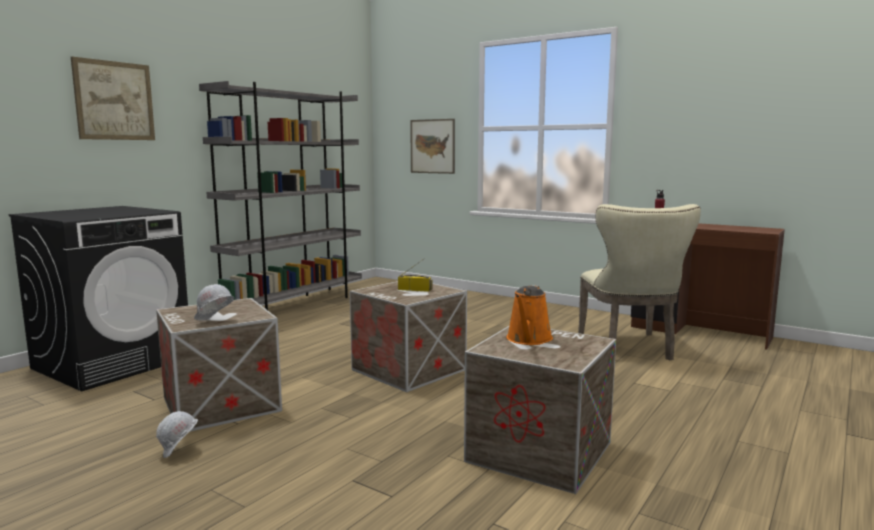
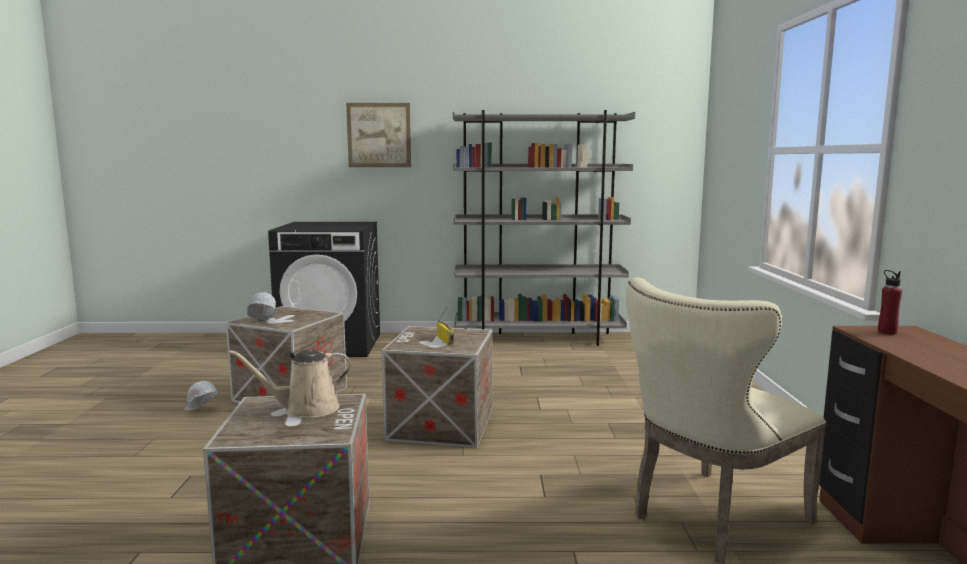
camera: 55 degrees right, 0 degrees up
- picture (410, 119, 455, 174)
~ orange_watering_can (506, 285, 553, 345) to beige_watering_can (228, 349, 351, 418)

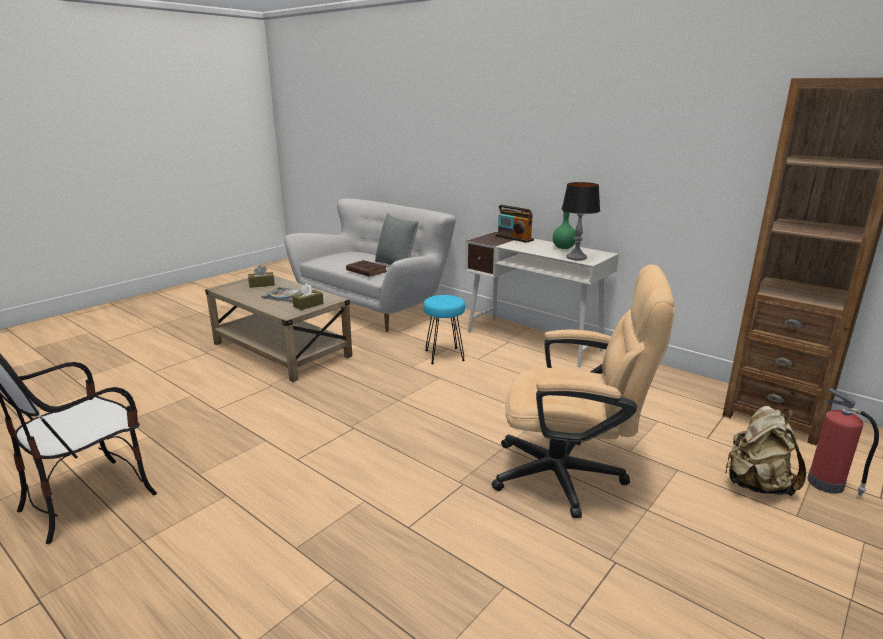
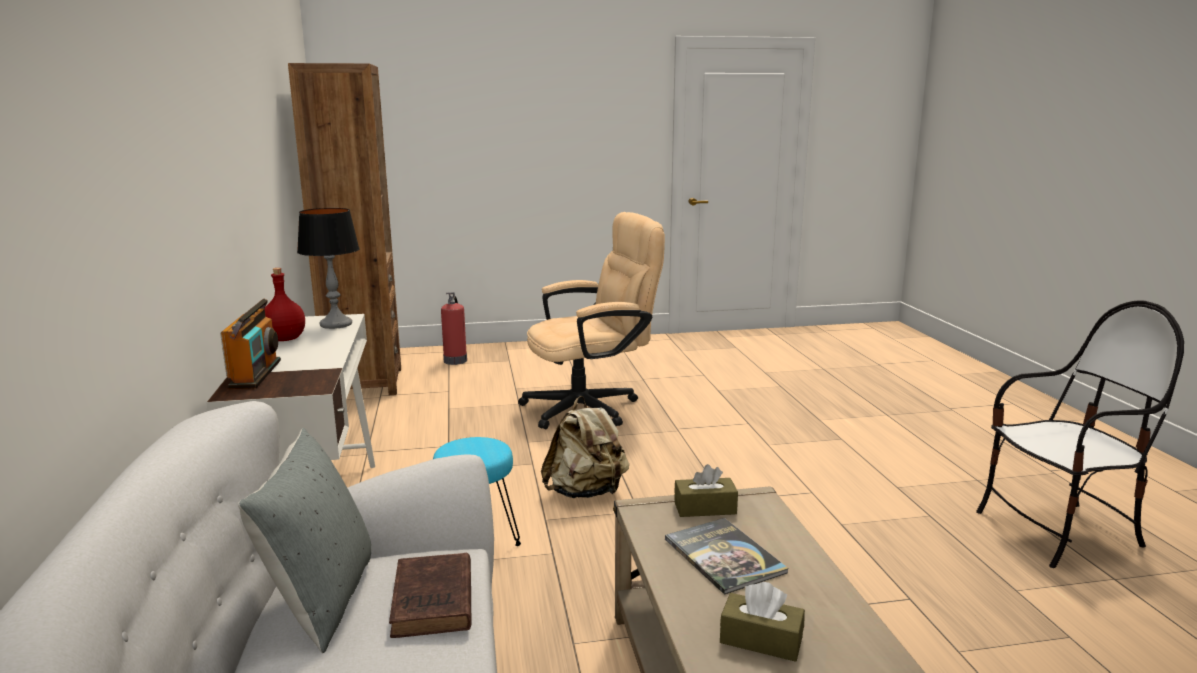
camera: 140 degrees left, 5 degrees down
~ green_bottle (553, 211, 576, 249) to red_bottle (264, 268, 305, 341)
~ beige_office_chair (491, 264, 675, 518) = (518, 212, 665, 429) 105 degrees clockwise
~ beige_backpack (725, 406, 806, 496) to (541, 396, 629, 498)

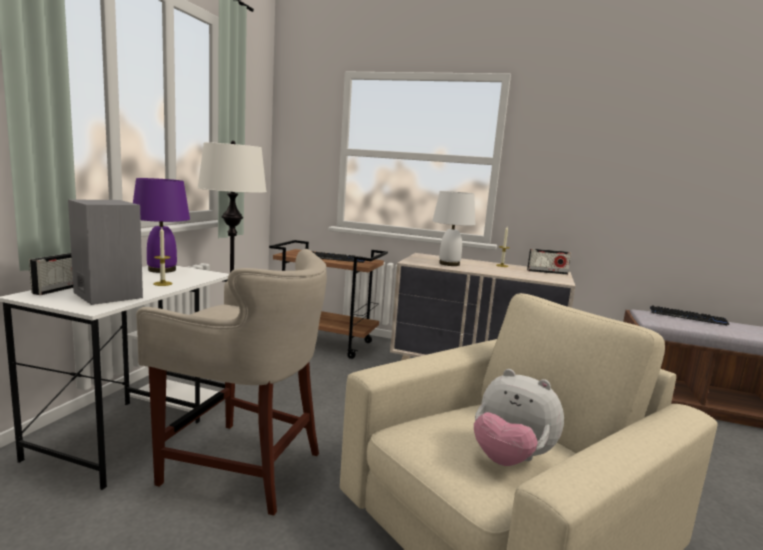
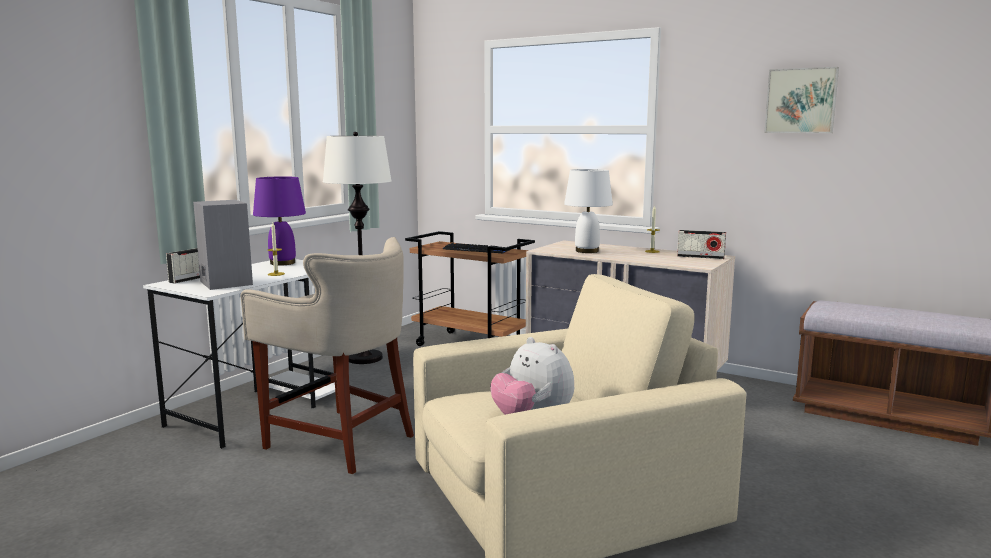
camera: 15 degrees right, 0 degrees up
- keyboard (650, 305, 729, 325)
+ picture (764, 67, 839, 133)

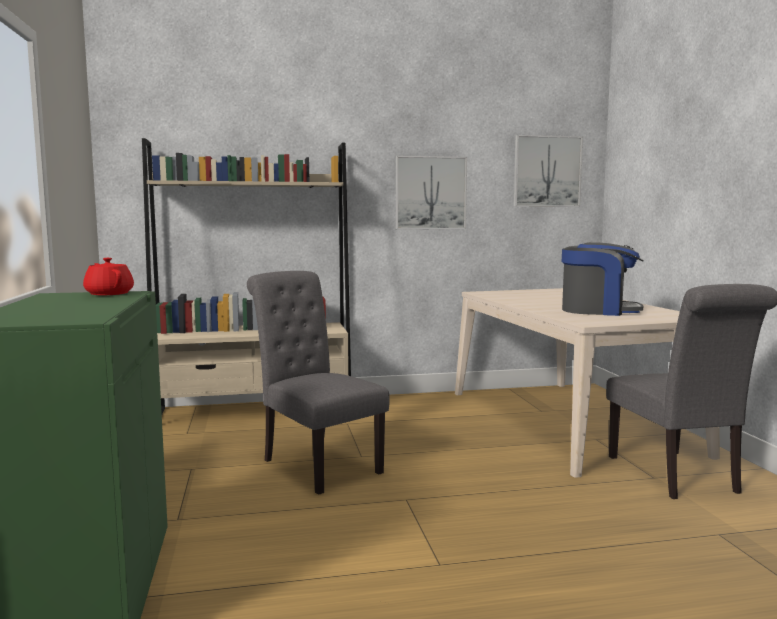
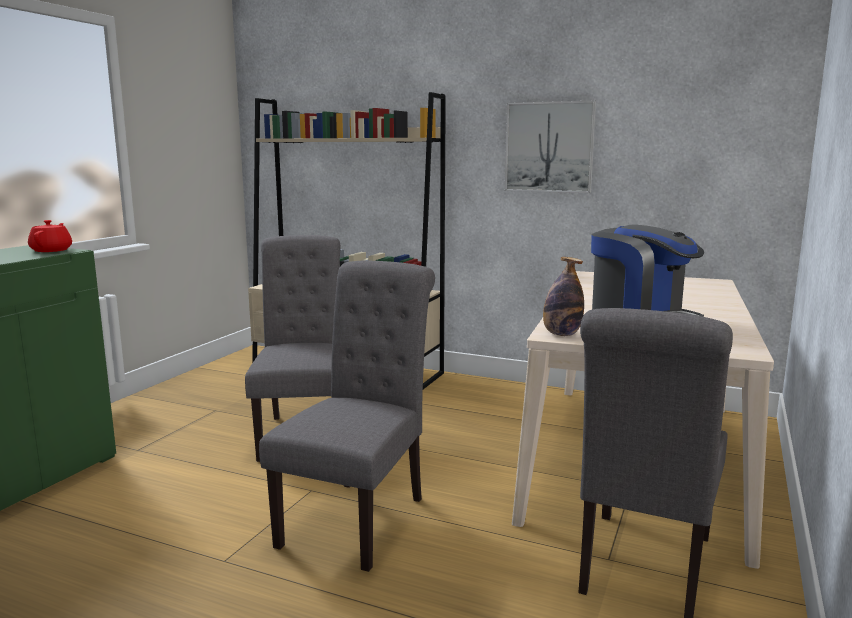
camera: 35 degrees right, 5 degrees up
- picture (514, 135, 583, 207)
+ bottle (543, 257, 584, 336)
+ grey_chair (259, 261, 435, 572)

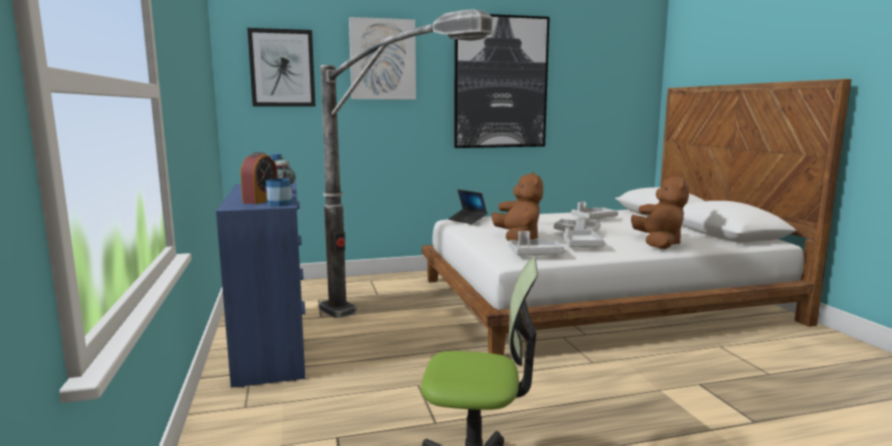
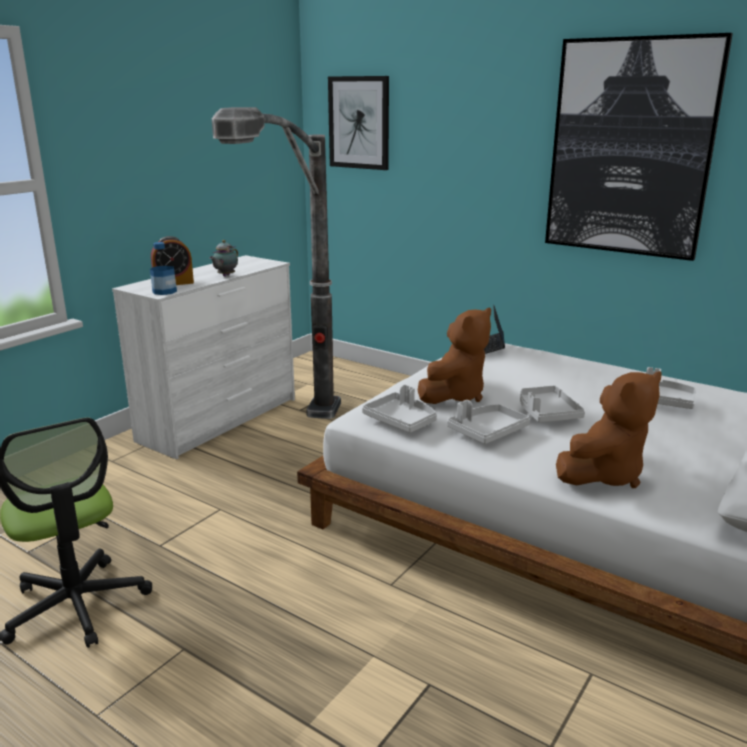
camera: 50 degrees right, 10 degrees up
- picture (349, 17, 416, 99)
~ blue_dresser (216, 182, 305, 388) to white_dresser (112, 255, 295, 460)

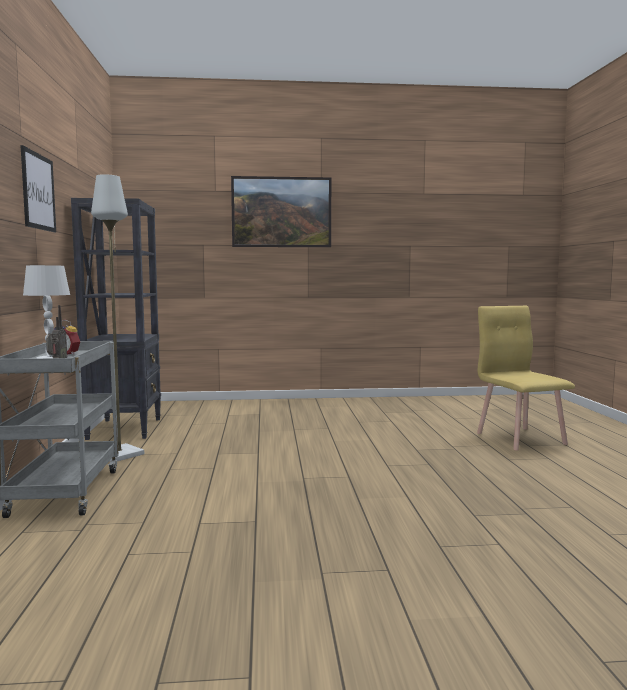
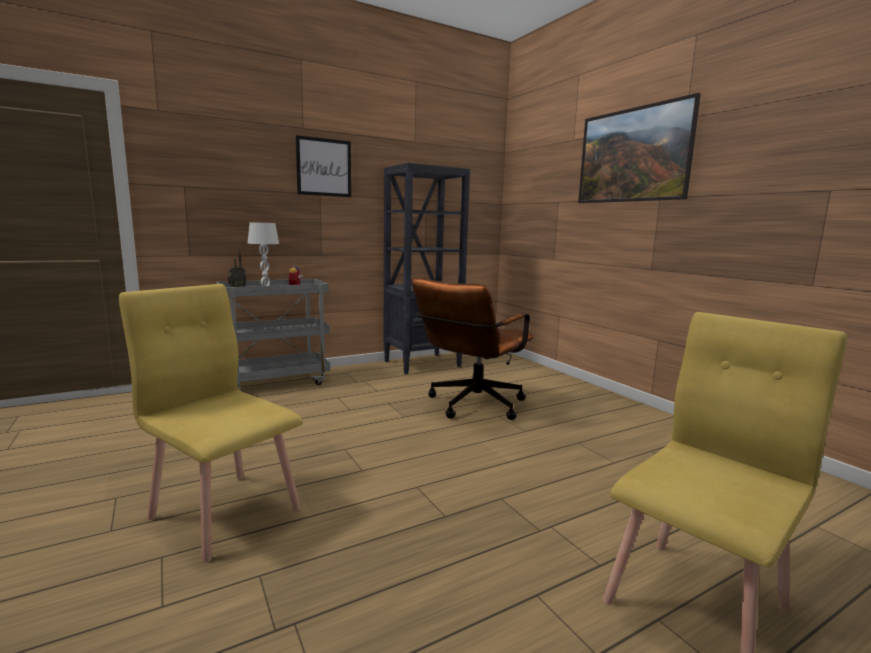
camera: 65 degrees right, 5 degrees up
- grey_floor_lamp (91, 174, 144, 462)
+ brown_office_chair (412, 278, 534, 420)
+ yellow_chair (119, 284, 303, 563)

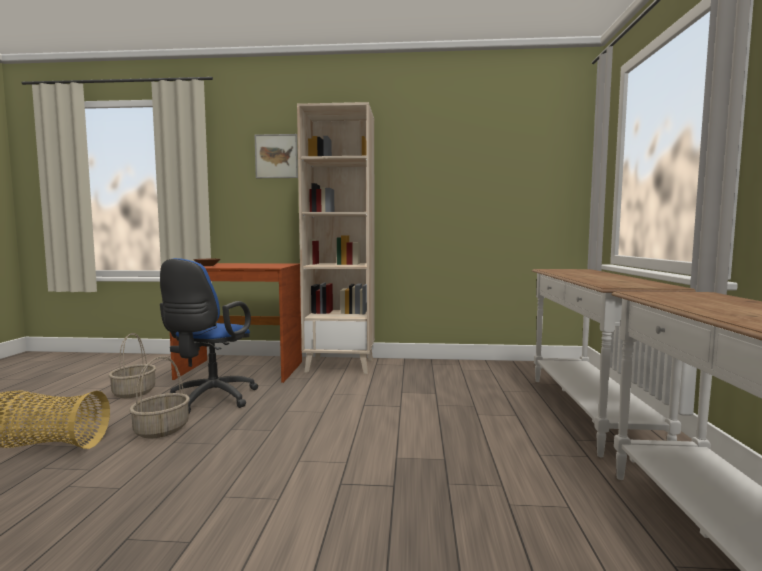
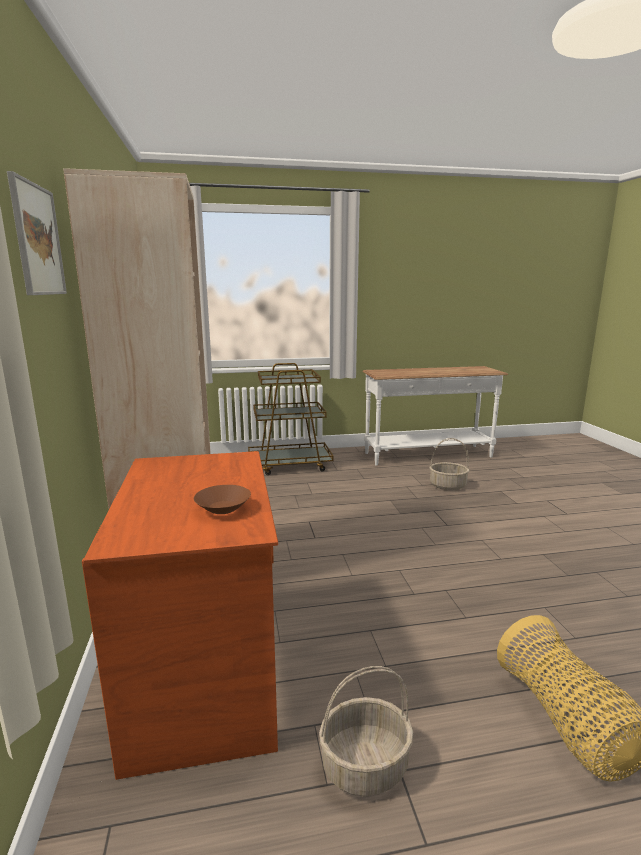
camera: 105 degrees left, 10 degrees up
- blue_office_chair (160, 258, 258, 414)
~ white_console_table (532, 269, 696, 457) to brown_cart (248, 363, 334, 475)
~ basket (129, 356, 190, 439) to (430, 438, 469, 490)

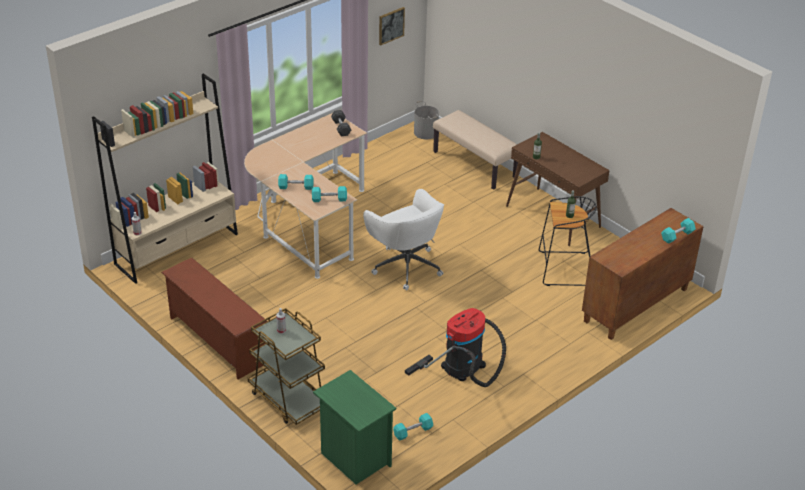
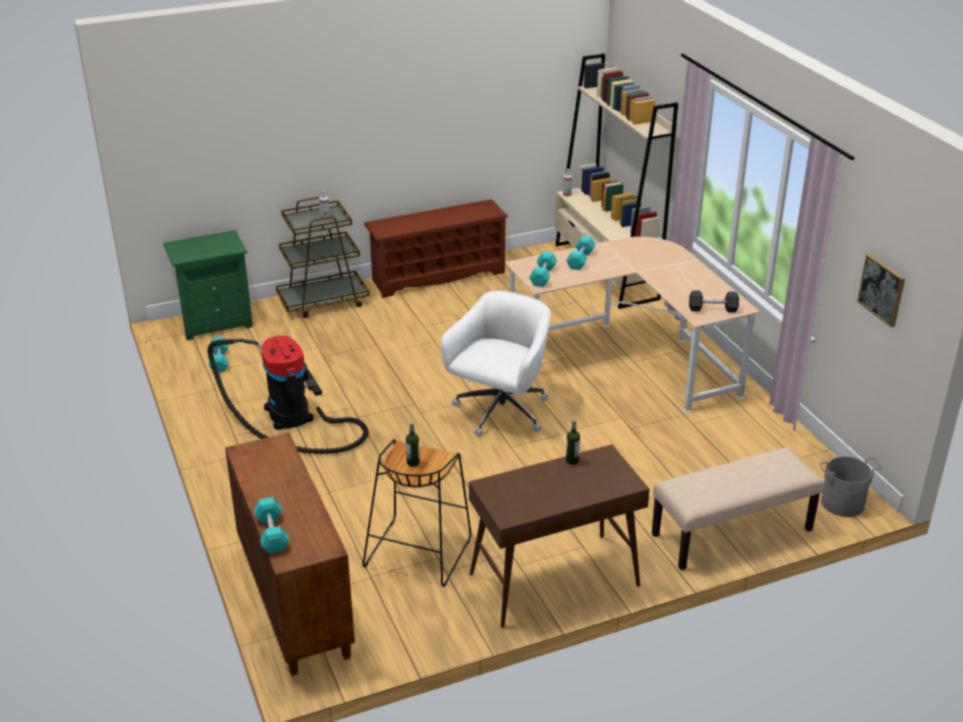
camera: 110 degrees right, 5 degrees down
~ white_office_chair (363, 189, 444, 291) = (441, 291, 550, 437) 135 degrees clockwise

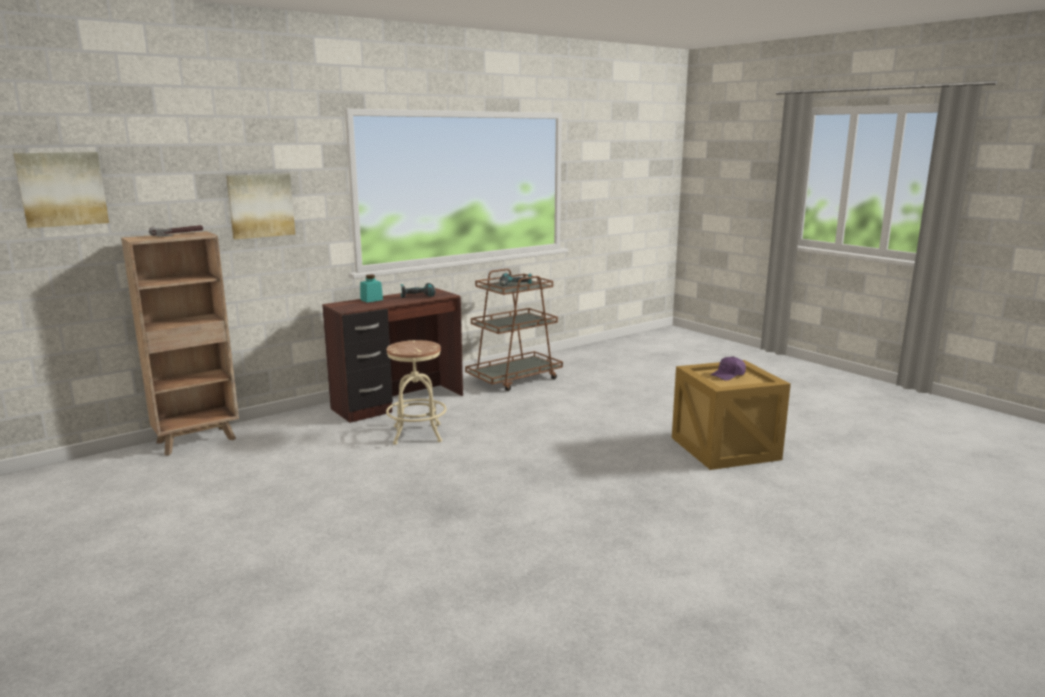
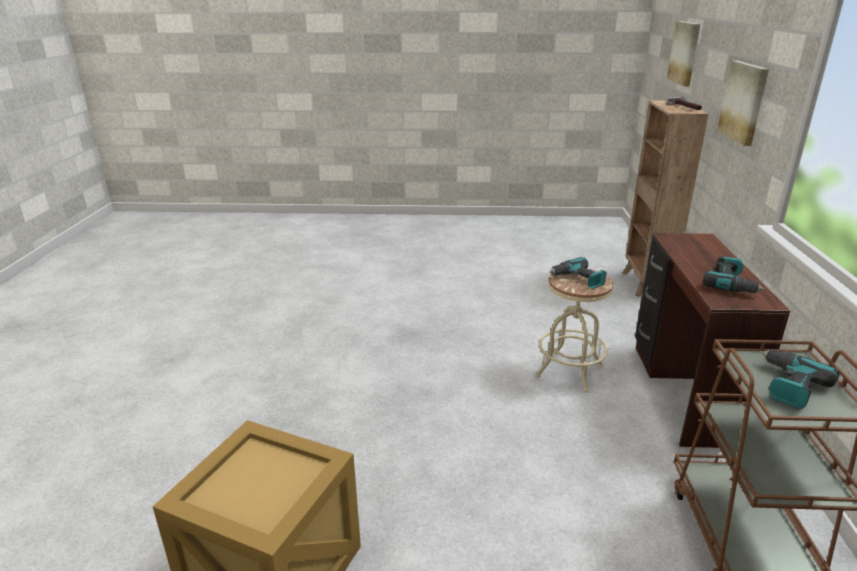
camera: 130 degrees right, 10 degrees up
- turquoise_jar (360, 275, 383, 303)
- purple_cap (710, 356, 746, 381)
+ power_drill (549, 257, 606, 289)

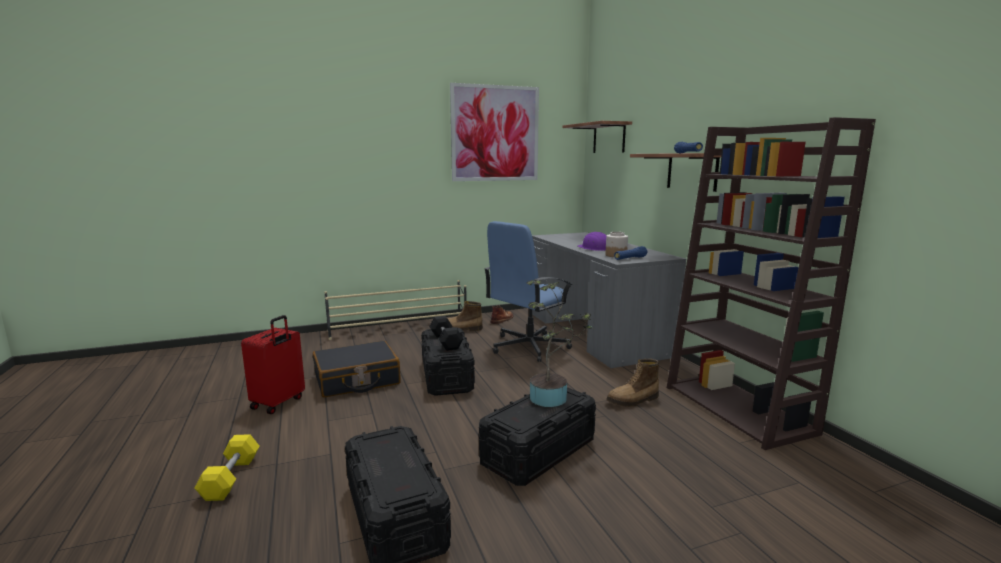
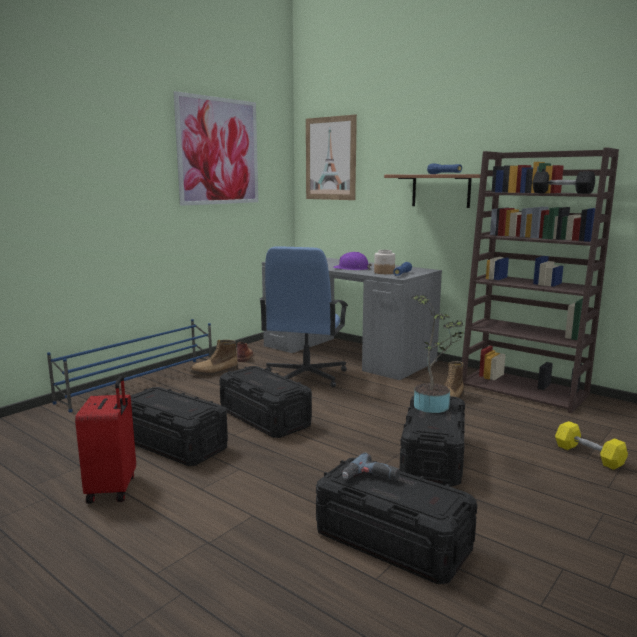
camera: 30 degrees left, 0 degrees up
~ shelf (562, 121, 632, 153) to picture (306, 115, 357, 200)
~ beige_shoe_rack (324, 280, 467, 340) to blue_shoe_rack (47, 319, 212, 412)
~ black_dumbbell (429, 316, 463, 351) to (532, 171, 595, 194)
~ black_suitcase (313, 341, 401, 398) to black_storage_box (131, 387, 228, 466)
~ yellow_dumbbell (195, 434, 260, 501) to (555, 421, 628, 470)
+ power_drill (342, 453, 400, 481)

